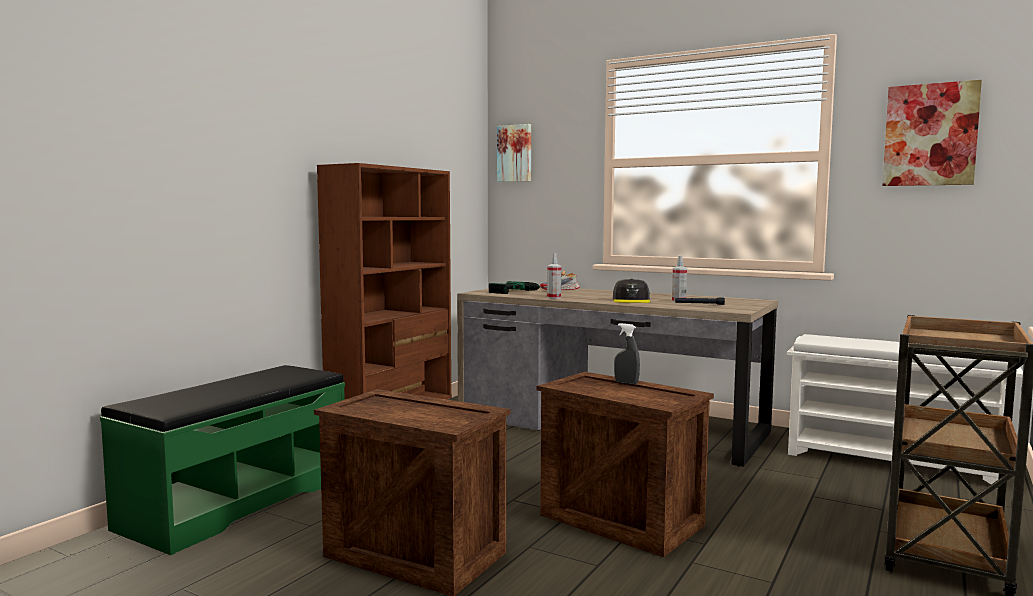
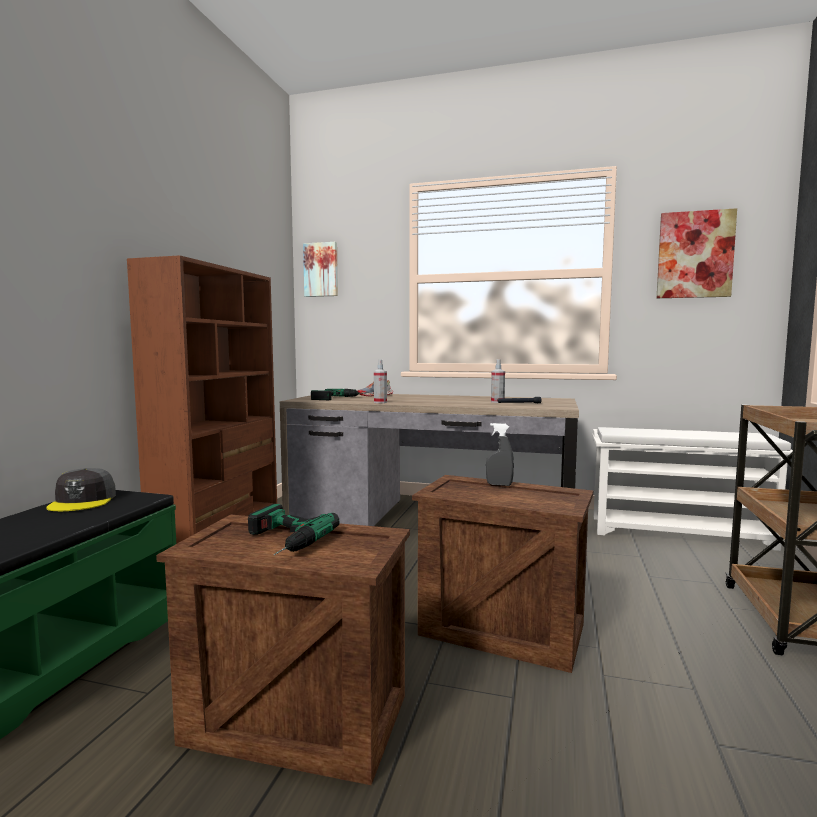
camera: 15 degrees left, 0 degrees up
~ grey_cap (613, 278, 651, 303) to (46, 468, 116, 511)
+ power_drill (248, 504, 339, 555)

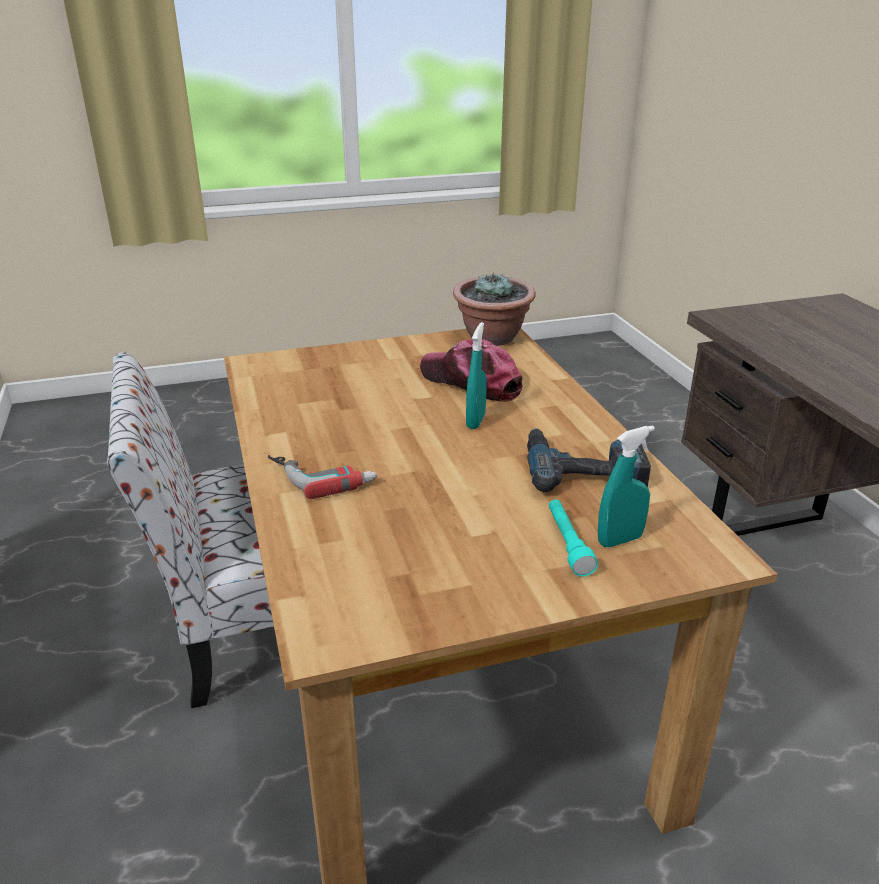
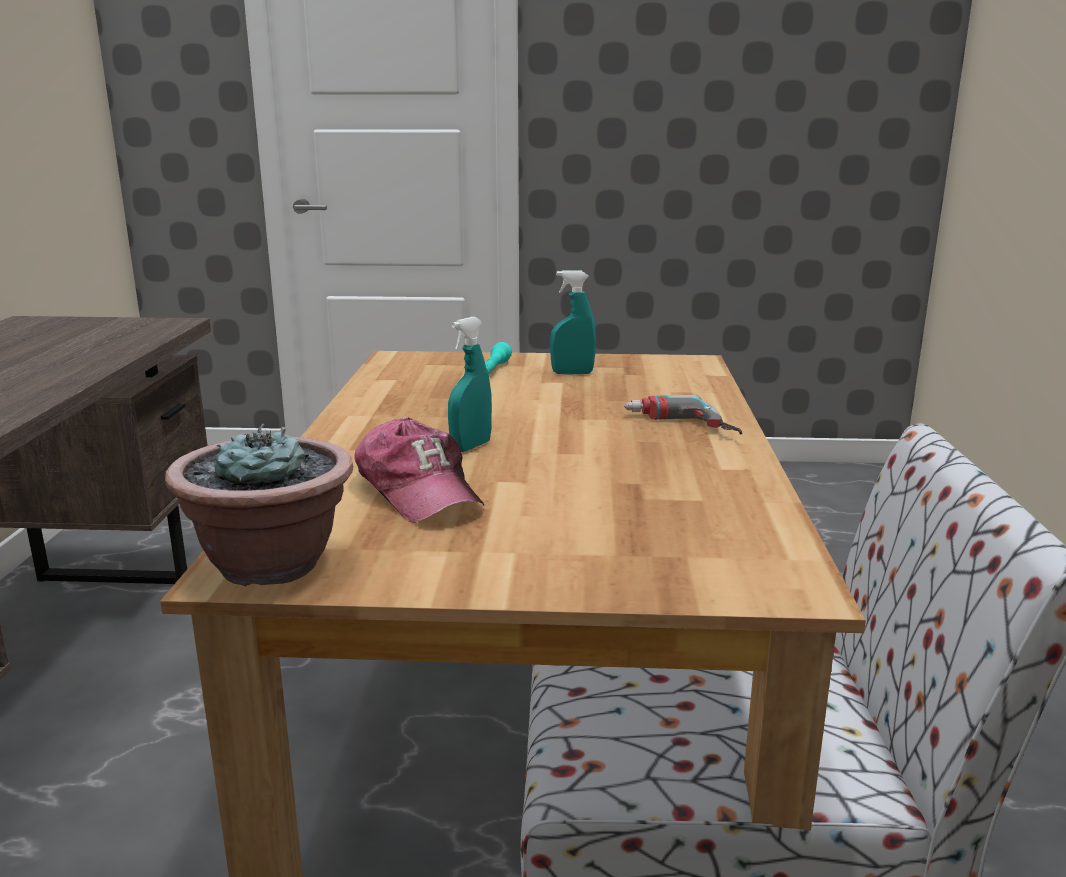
camera: 160 degrees left, 10 degrees down
~ turquoise_spray_bottle (598, 425, 655, 547) to (550, 270, 596, 375)
- power_drill (527, 428, 651, 492)

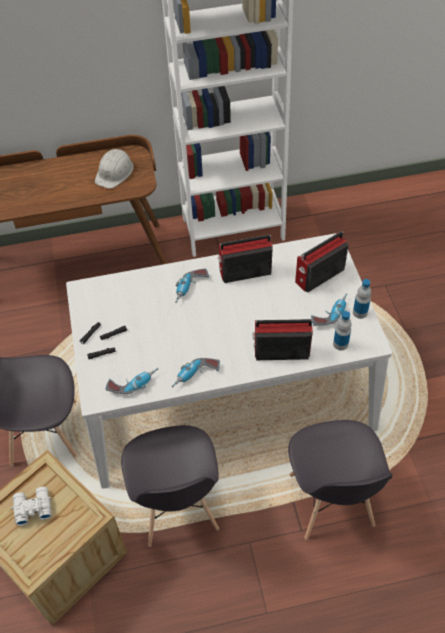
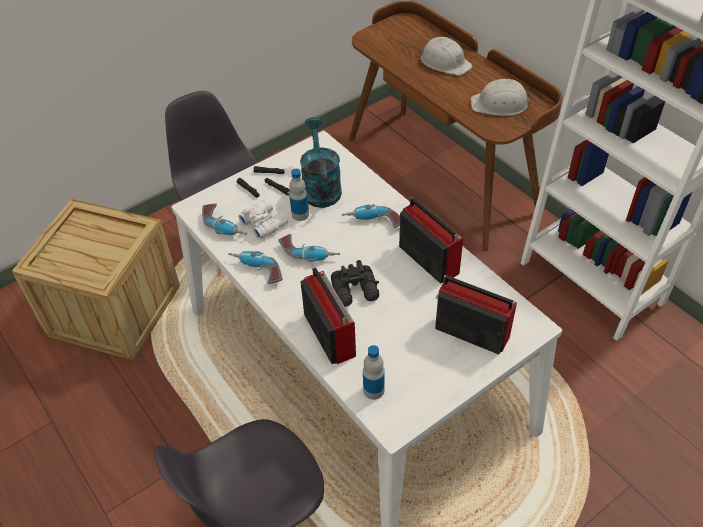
camera: 65 degrees right, 5 degrees down
~ bottle (353, 279, 371, 319) to (289, 169, 309, 221)
~ power_drill (311, 293, 347, 326) to (279, 234, 340, 262)
- grey_chair (121, 425, 219, 547)
~ white_binoculars (11, 487, 52, 526) to (238, 199, 288, 240)
+ white_hard_hat (420, 37, 473, 76)
+ turquoise_watering_can (300, 117, 342, 208)
+ black_binoculars (331, 260, 379, 307)

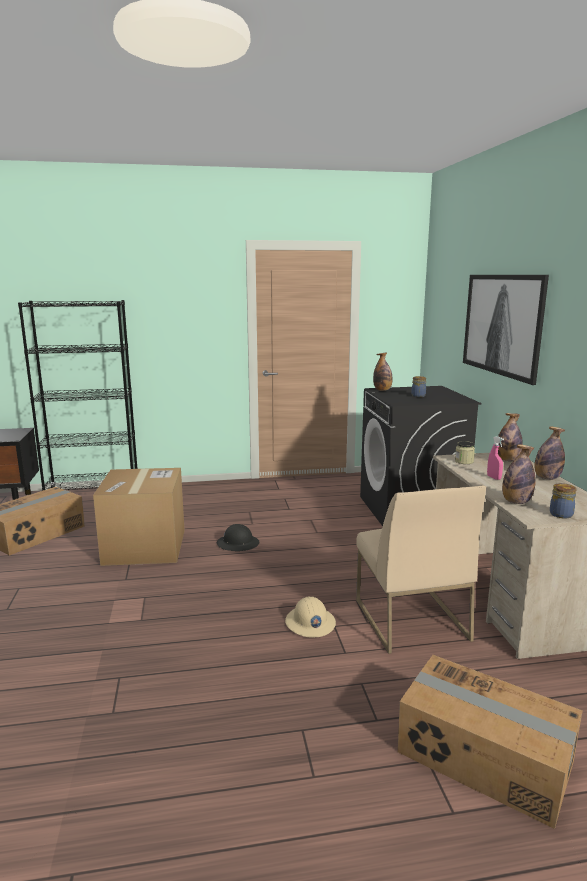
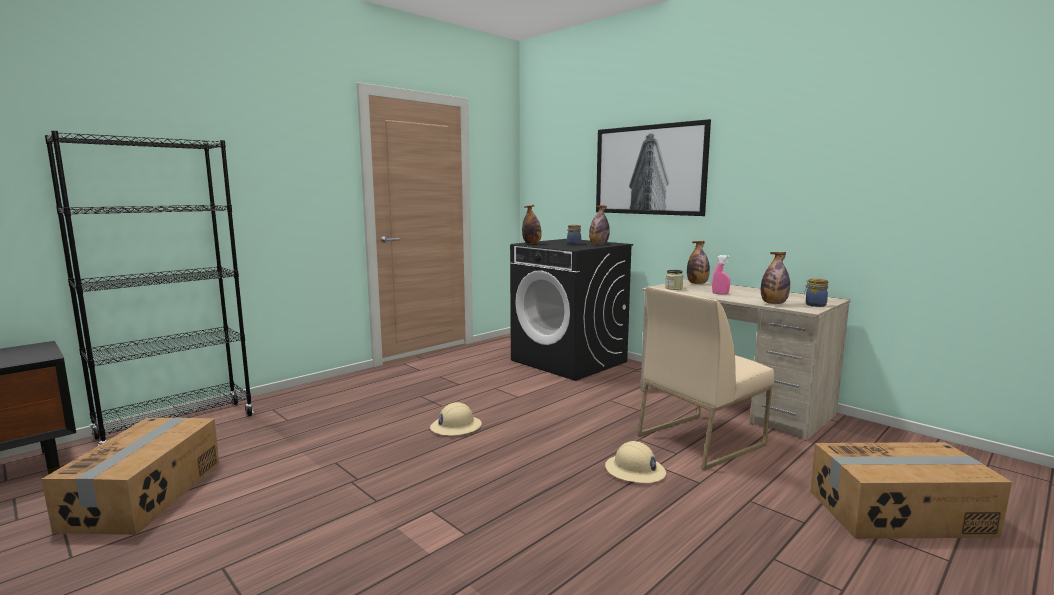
camera: 35 degrees left, 5 degrees down
~ bottle (535, 426, 565, 480) to (589, 205, 610, 245)
- cardboard_box (93, 468, 185, 566)
~ beige_chair (356, 485, 486, 654) = (637, 286, 775, 470) 105 degrees clockwise
~ black_hard_hat (217, 524, 259, 551) to beige_hard_hat (430, 402, 482, 436)

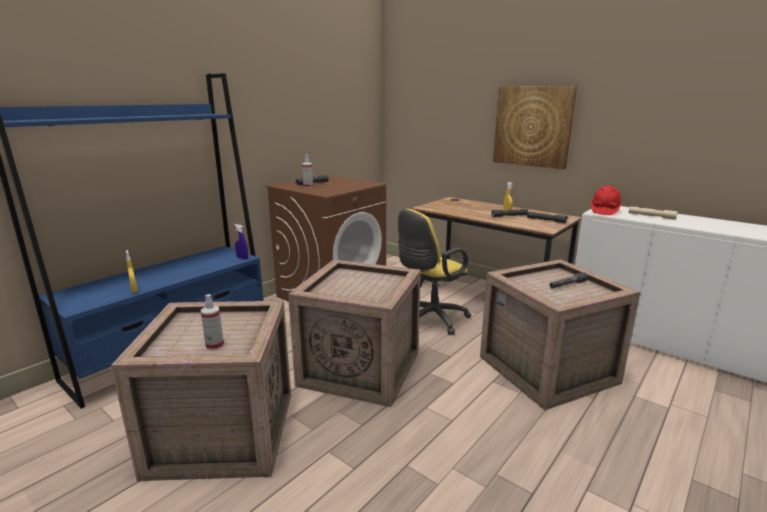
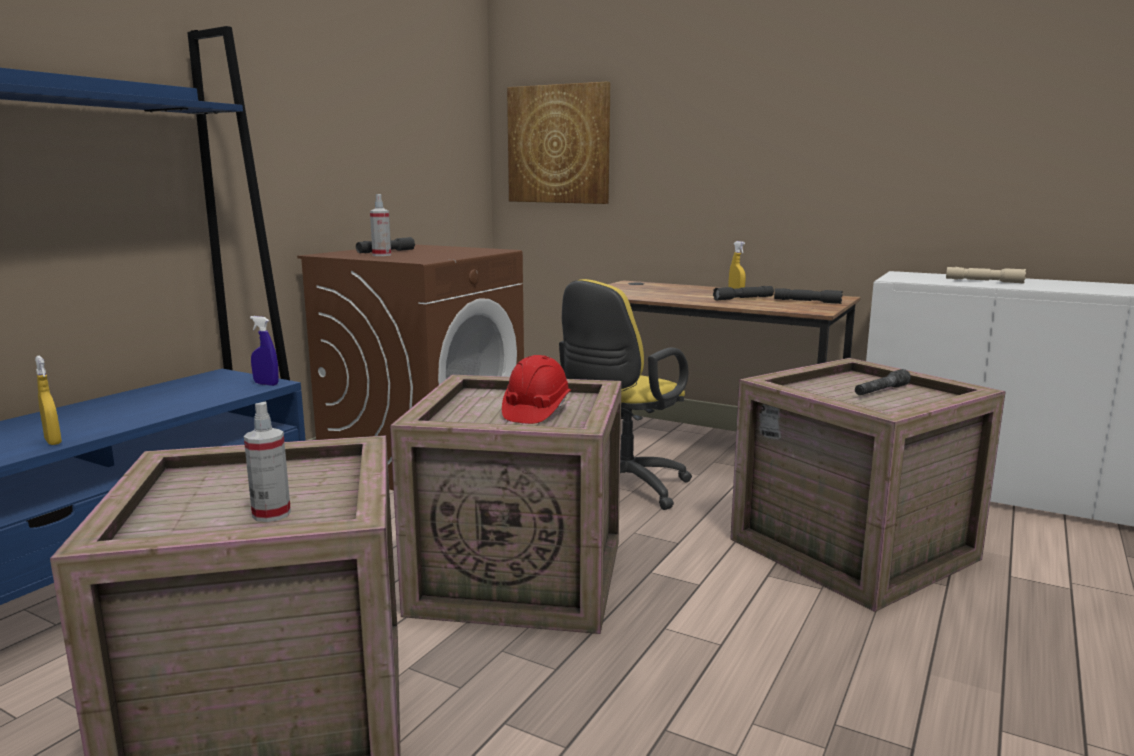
camera: 10 degrees left, 5 degrees down
~ picture (493, 86, 577, 169) to (507, 82, 611, 204)
~ red_hard_hat (591, 186, 622, 215) to (502, 355, 571, 424)

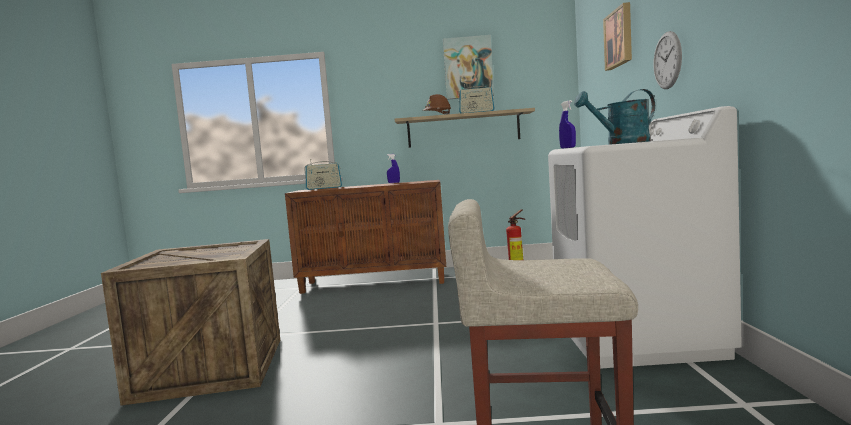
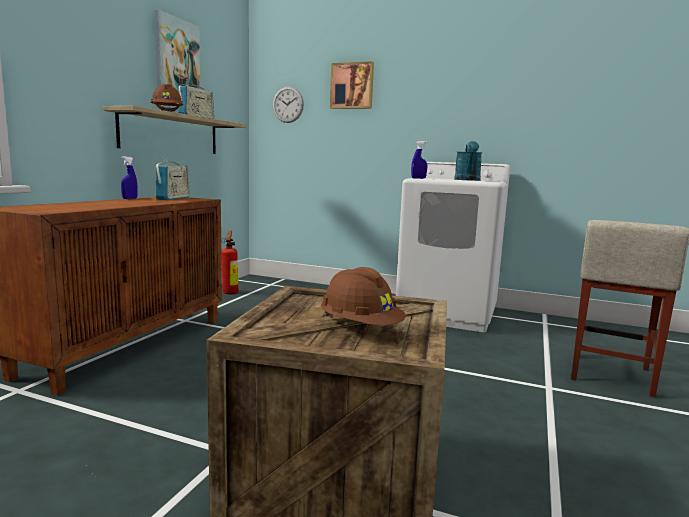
camera: 70 degrees left, 5 degrees up
~ wall_clock (653, 31, 682, 89) to (273, 87, 304, 123)
~ radio (304, 159, 342, 190) to (155, 157, 190, 200)
+ brown_hard_hat (321, 267, 406, 326)

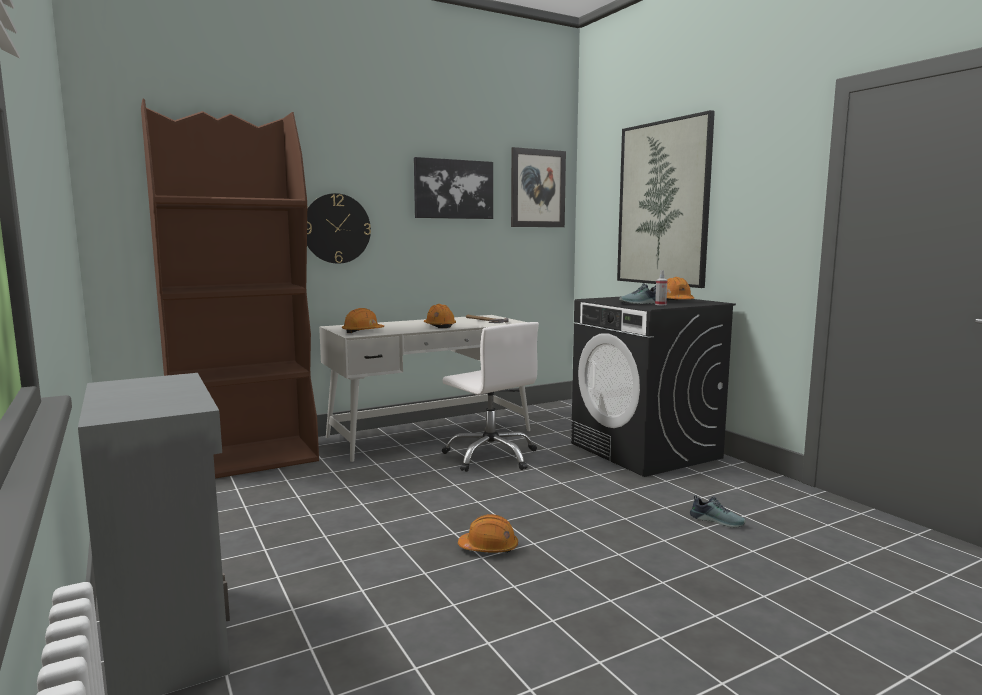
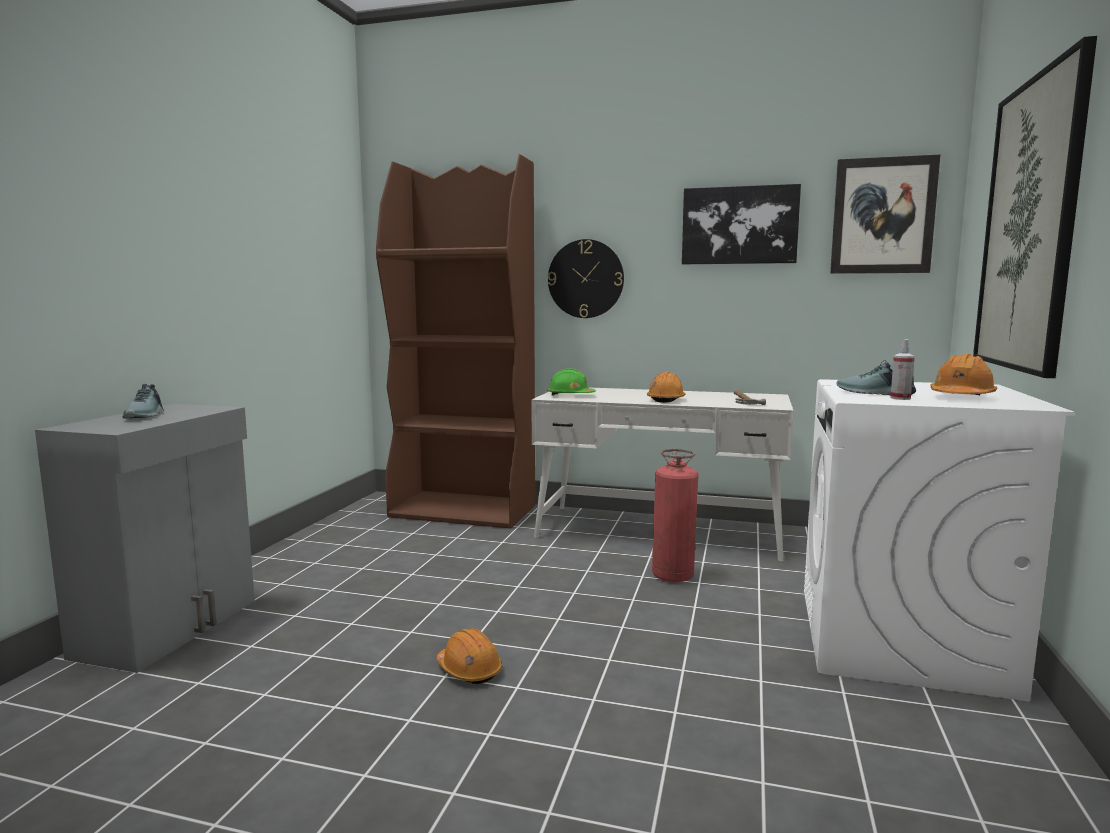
camera: 45 degrees right, 0 degrees up
~ black_washing_machine (571, 297, 736, 477) to white_washing_machine (804, 379, 1075, 702)
~ orange_hard_hat (342, 308, 384, 333) to green_hard_hat (547, 368, 596, 396)
~ white_office_chair (442, 322, 539, 472) to fire_extinguisher (652, 449, 698, 582)
~ shoe (690, 495, 746, 528) to (122, 384, 163, 418)

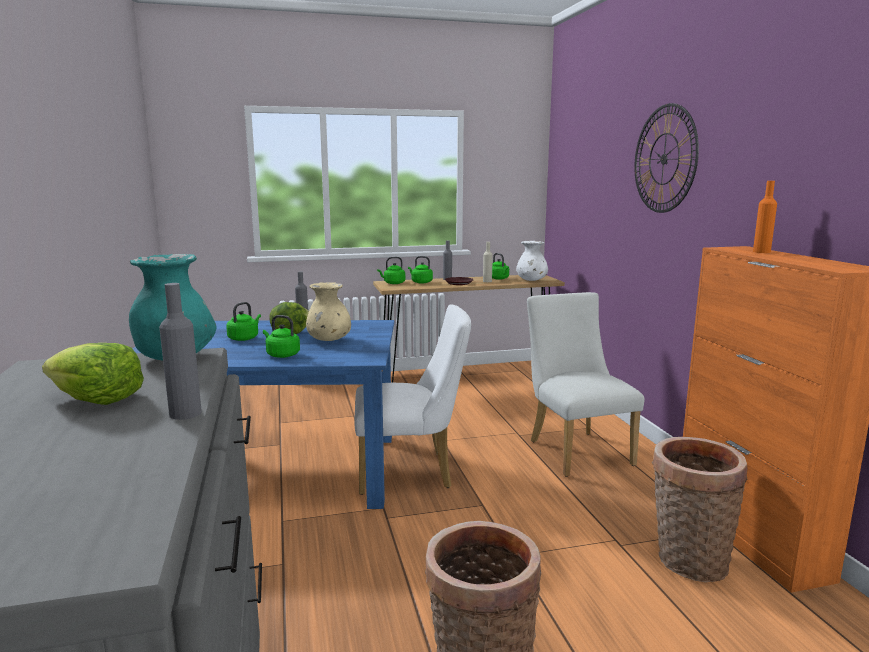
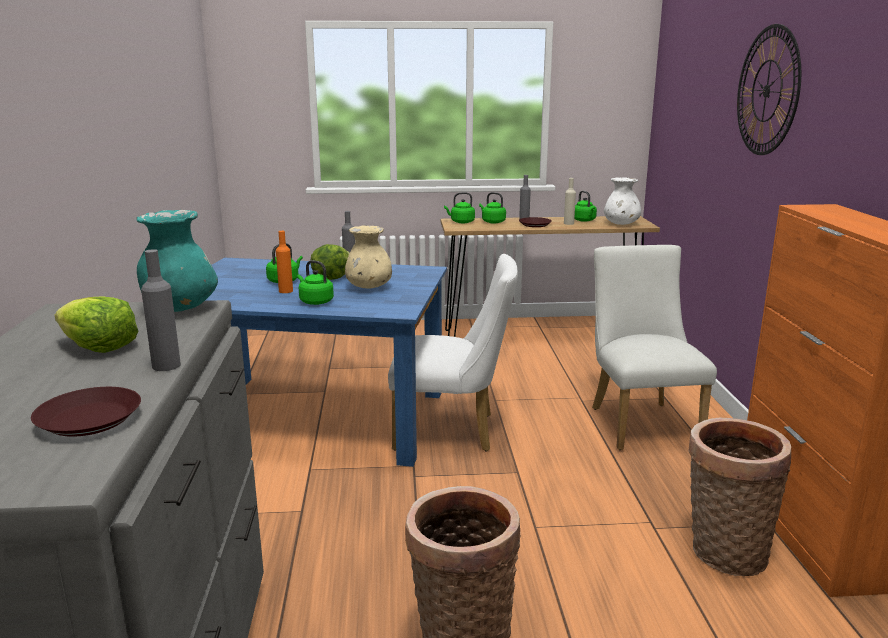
camera: 10 degrees right, 5 degrees up
~ orange_bottle (753, 181, 777, 253) to (276, 231, 293, 293)
+ brown_plate (31, 387, 141, 437)

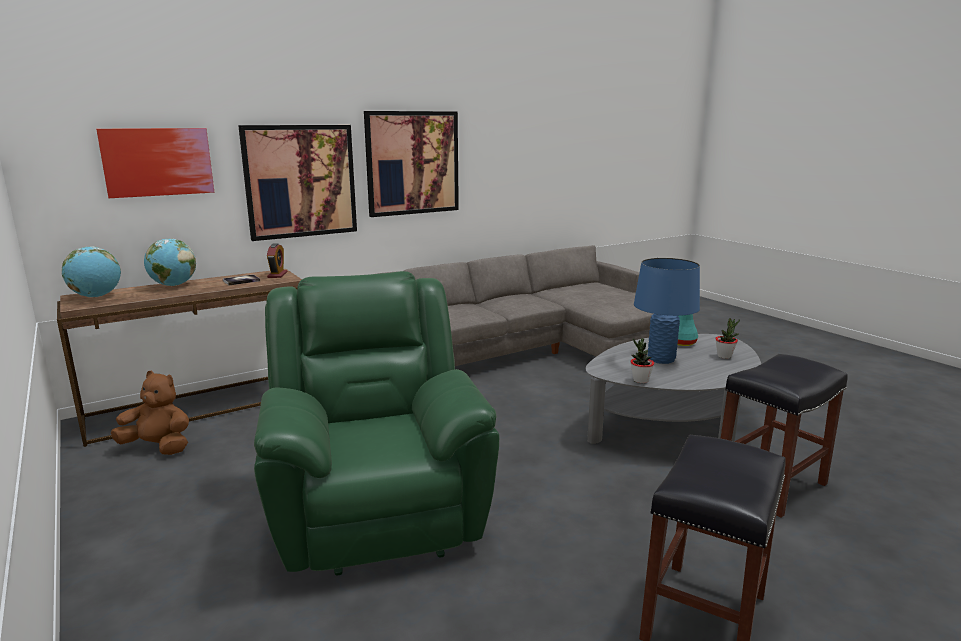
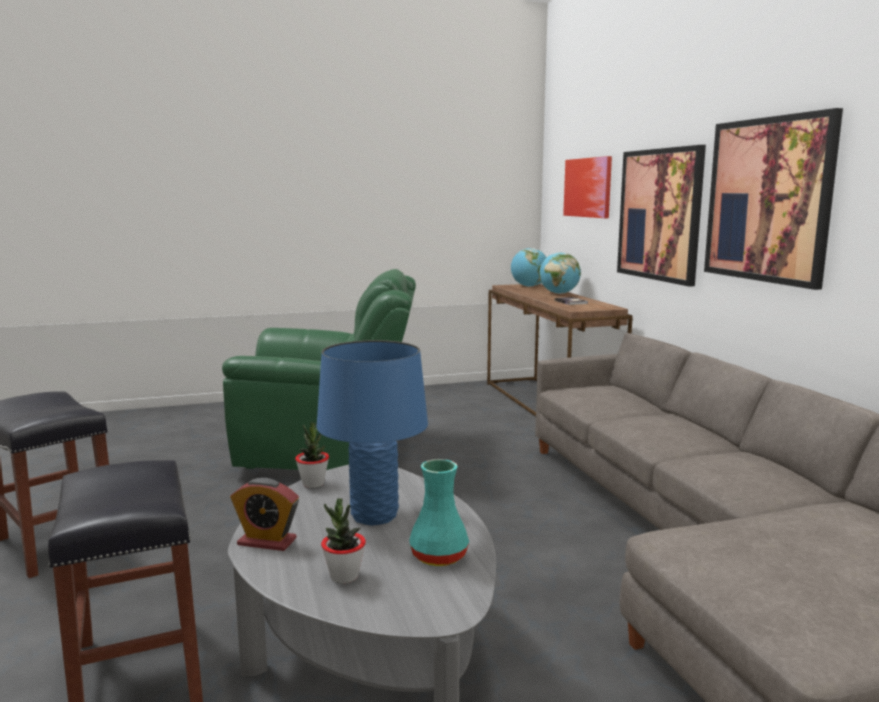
camera: 105 degrees right, 5 degrees down
~ alarm_clock (267, 243, 288, 278) to (230, 478, 299, 551)
- brown_plush_toy (111, 371, 189, 455)

